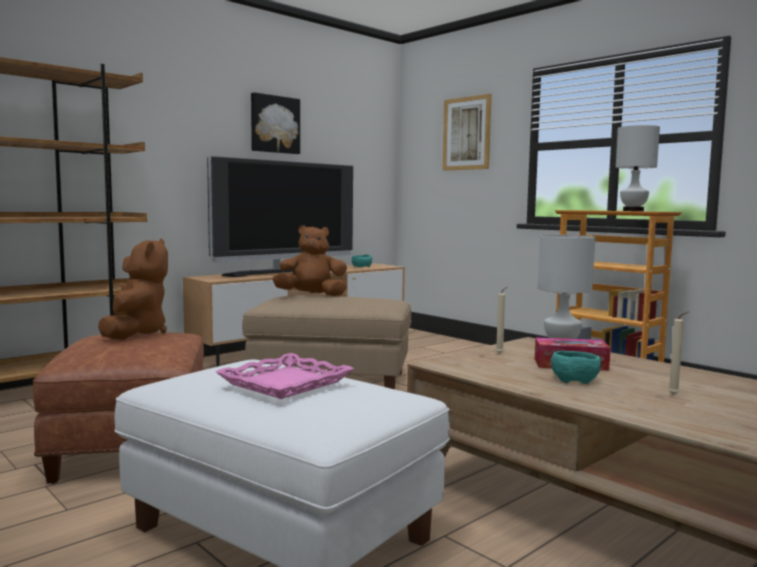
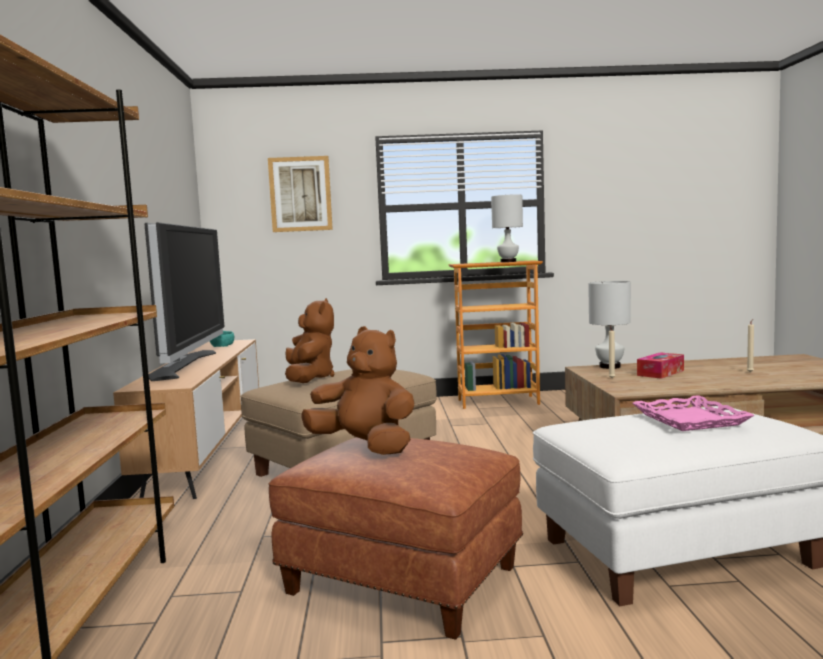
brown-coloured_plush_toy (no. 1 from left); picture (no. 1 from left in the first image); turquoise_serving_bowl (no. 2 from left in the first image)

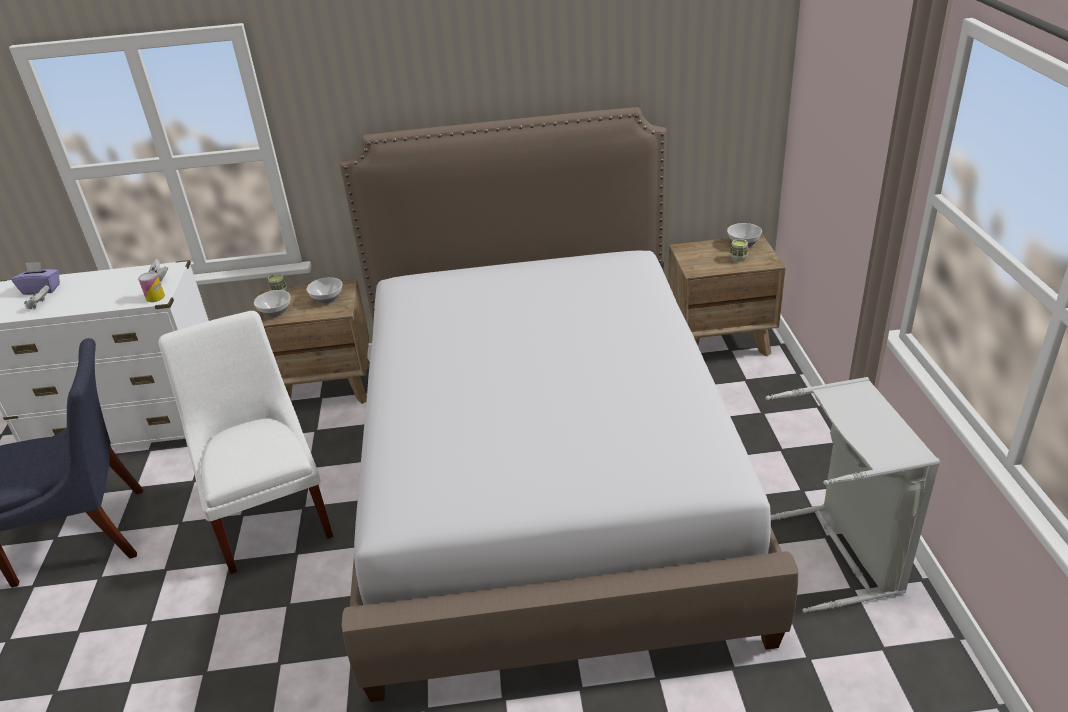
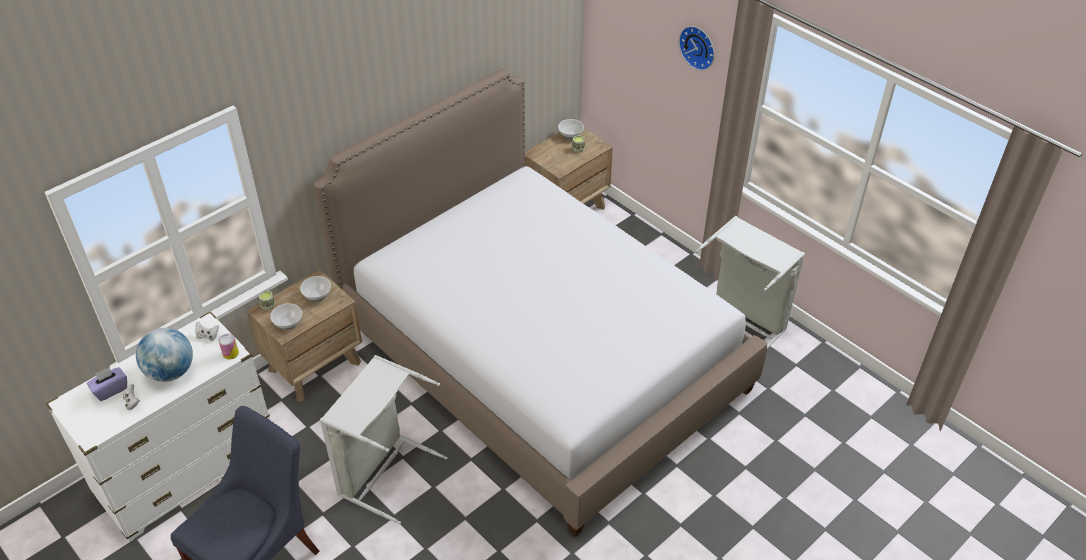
world_globe; grey_washing_basket (no. 1 from left); wall_clock

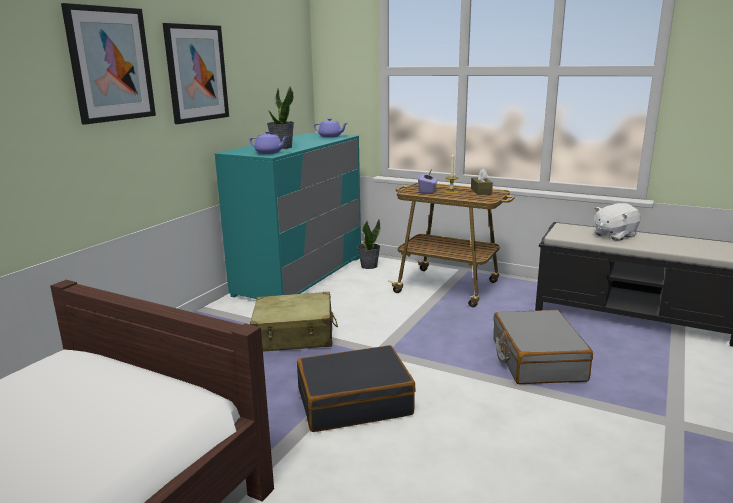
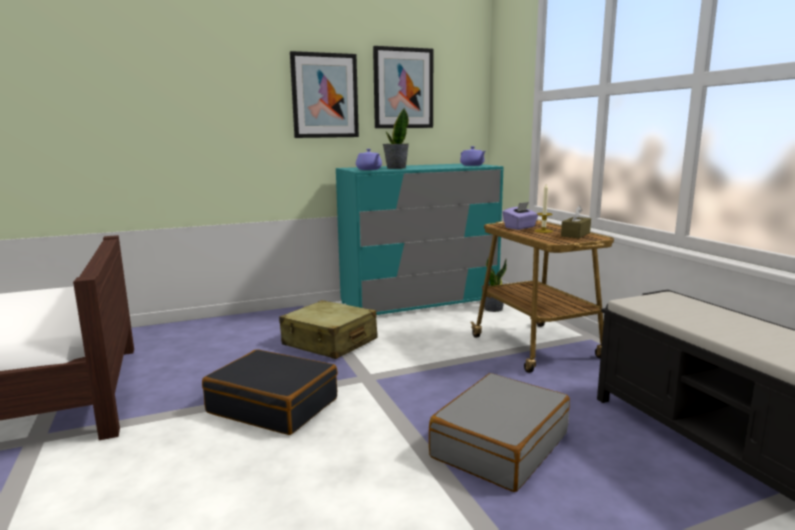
picture (no. 2 from left); white-coloured_plush_toy

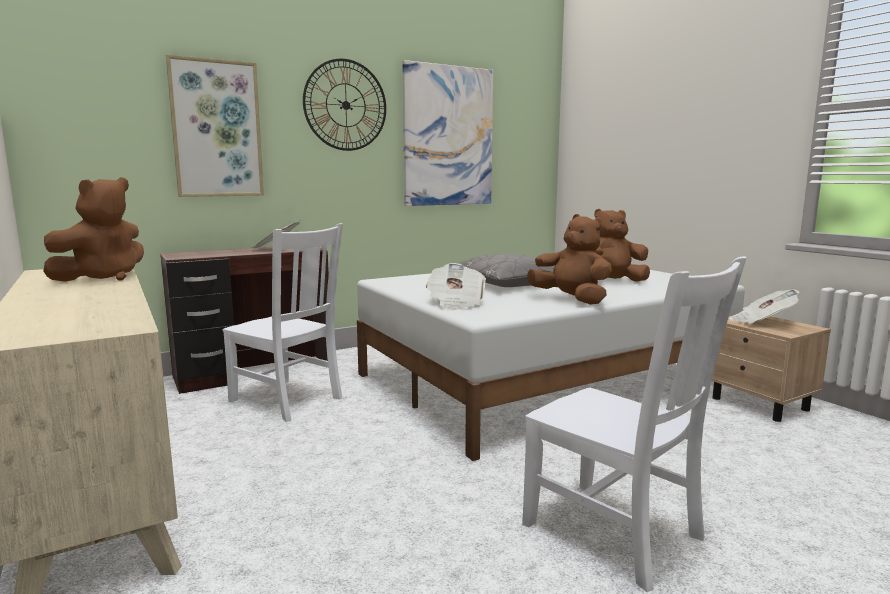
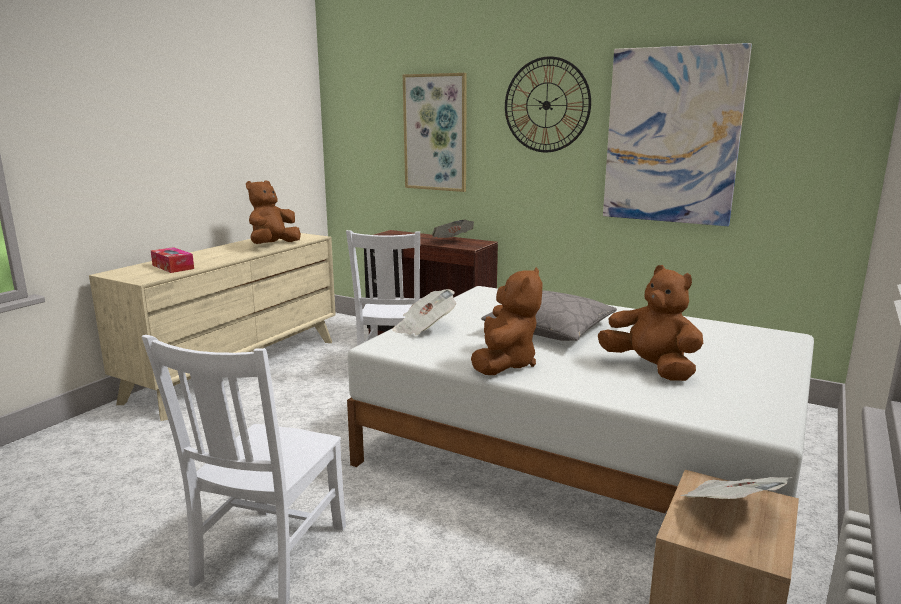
tissue_box; brown-coloured_plush_toy (no. 1 from left)

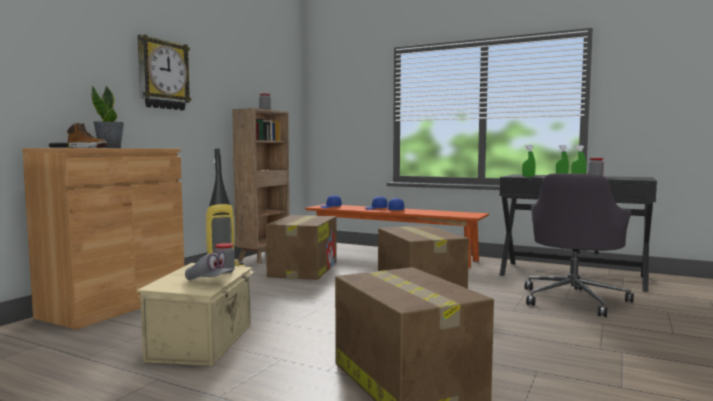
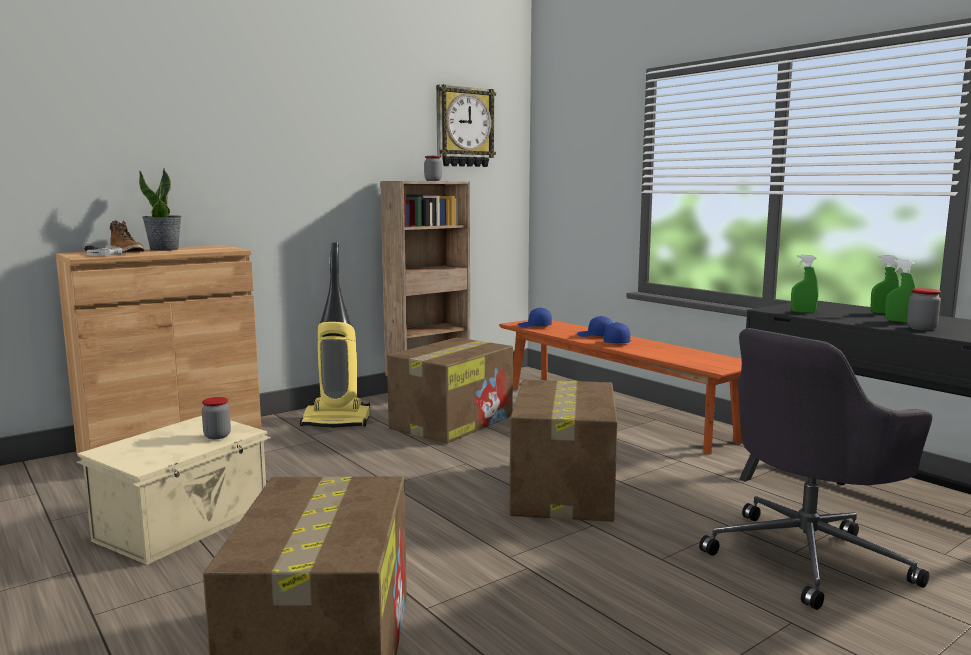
wall_clock; grey_peaked_cap

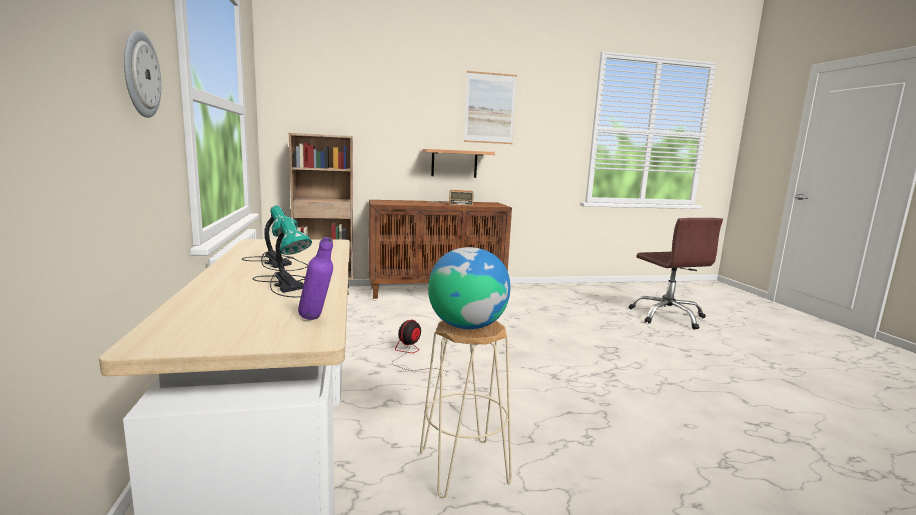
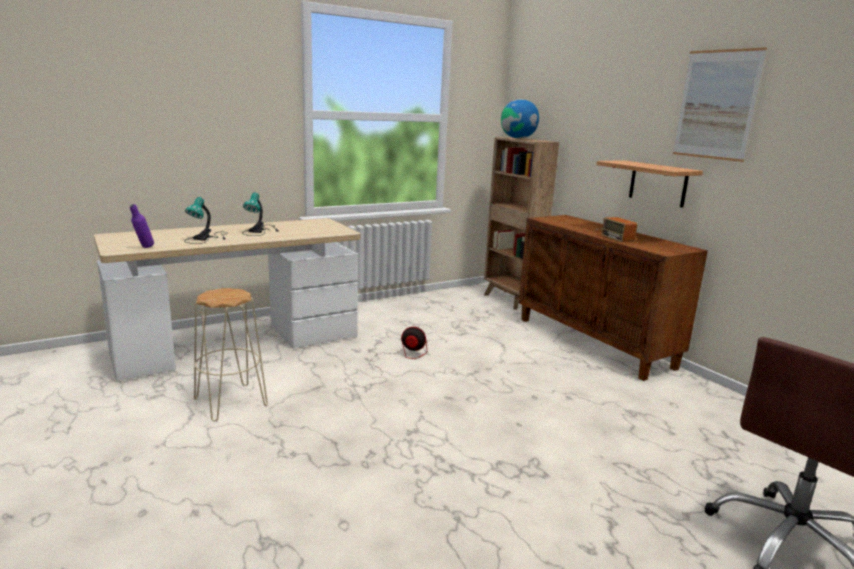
world_globe; wall_clock

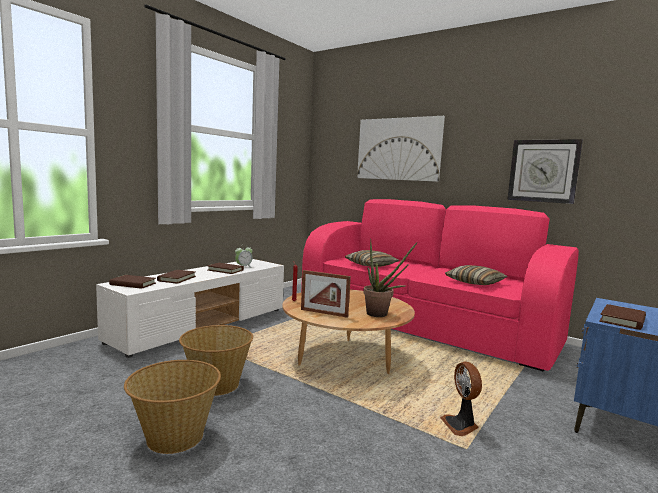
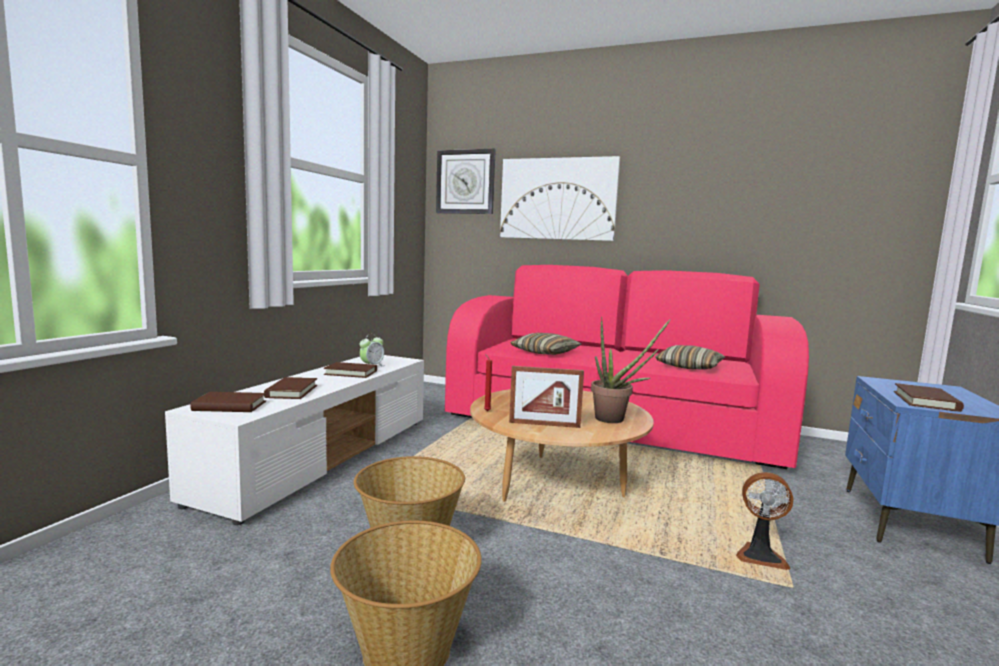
wall_clock; fan

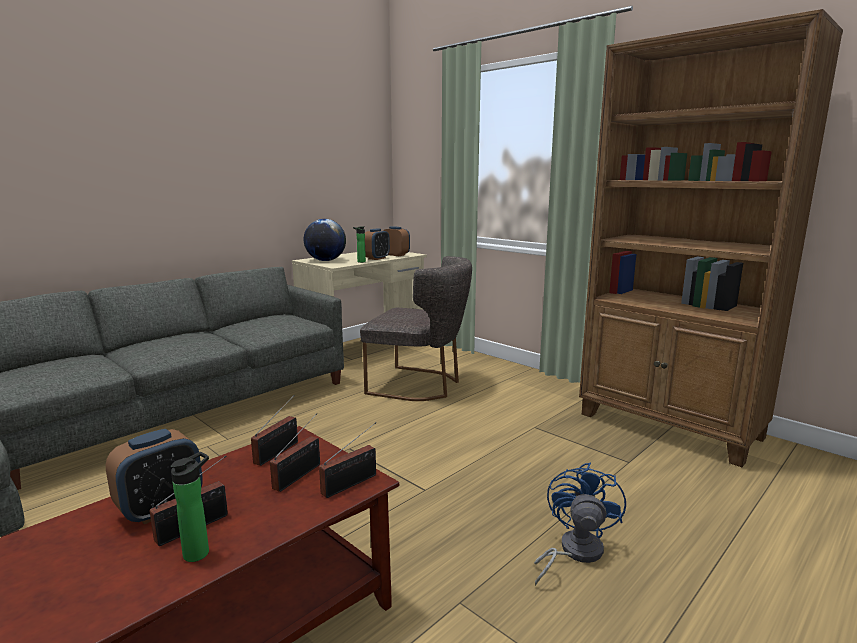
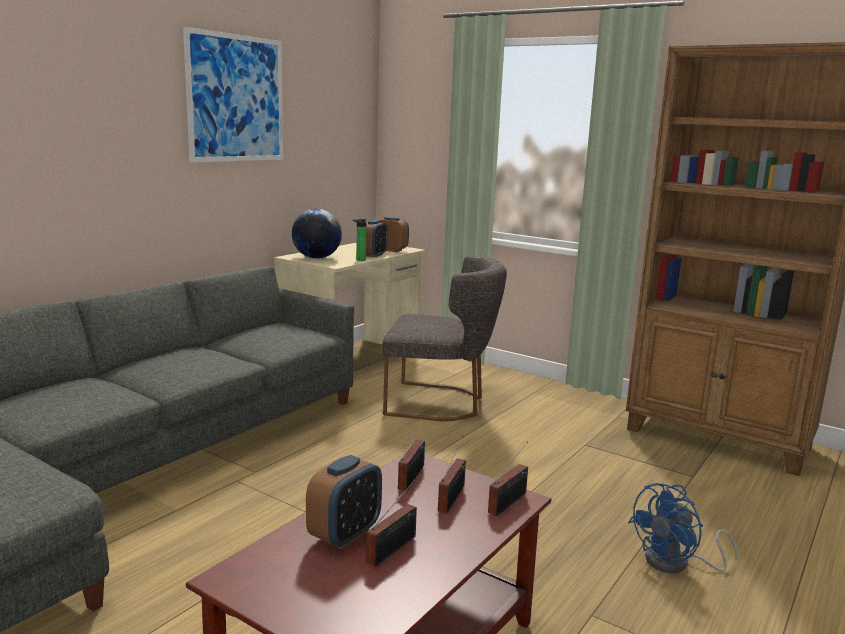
picture; blue_fan; drink_bottle (no. 1 from left in the first image)

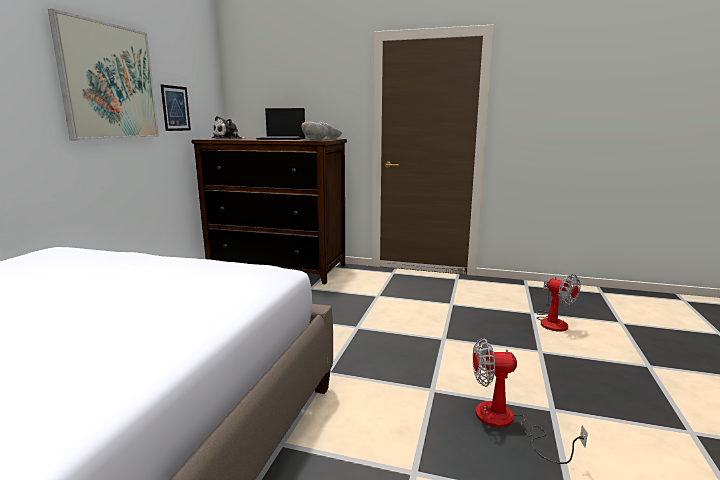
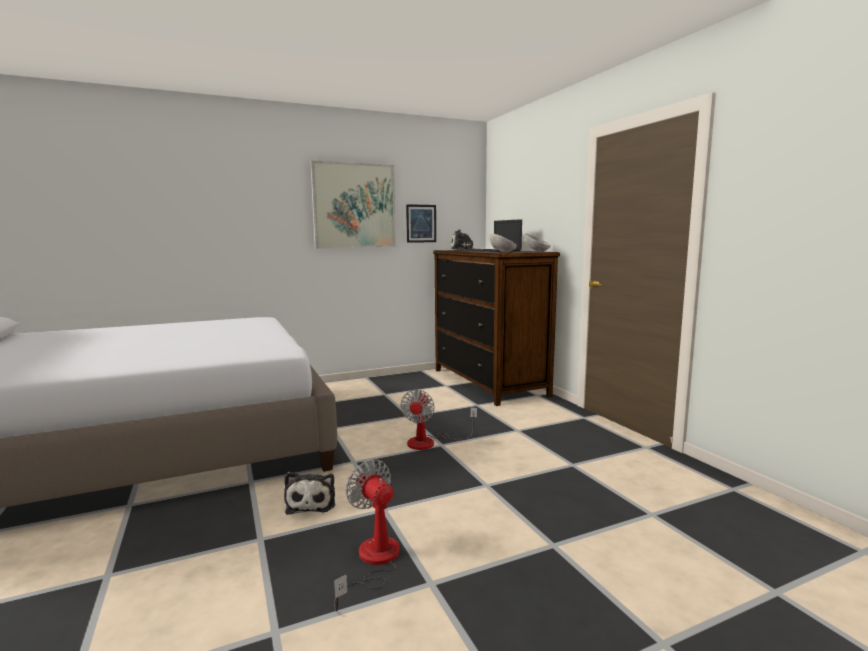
plush_toy (no. 1 from left); fan (no. 2 from left)

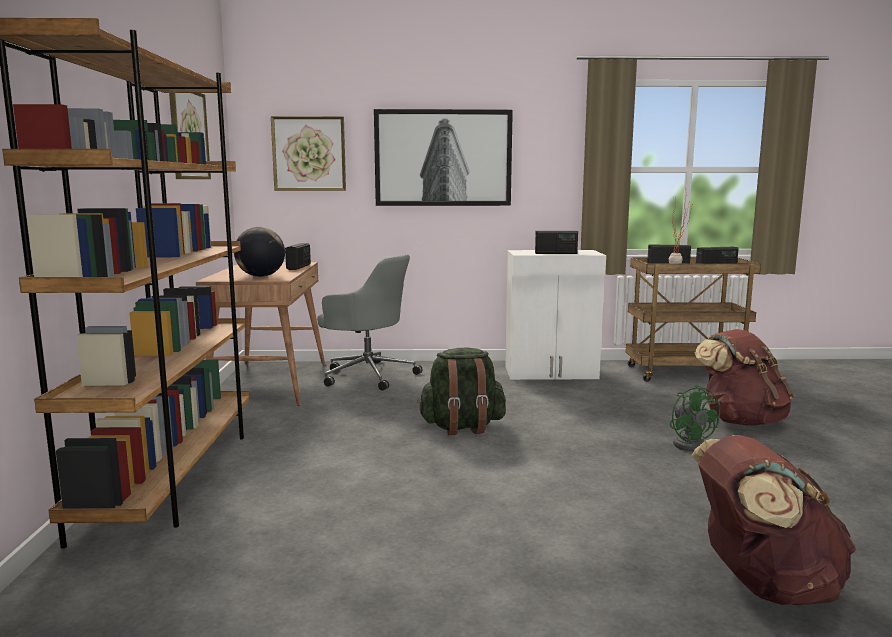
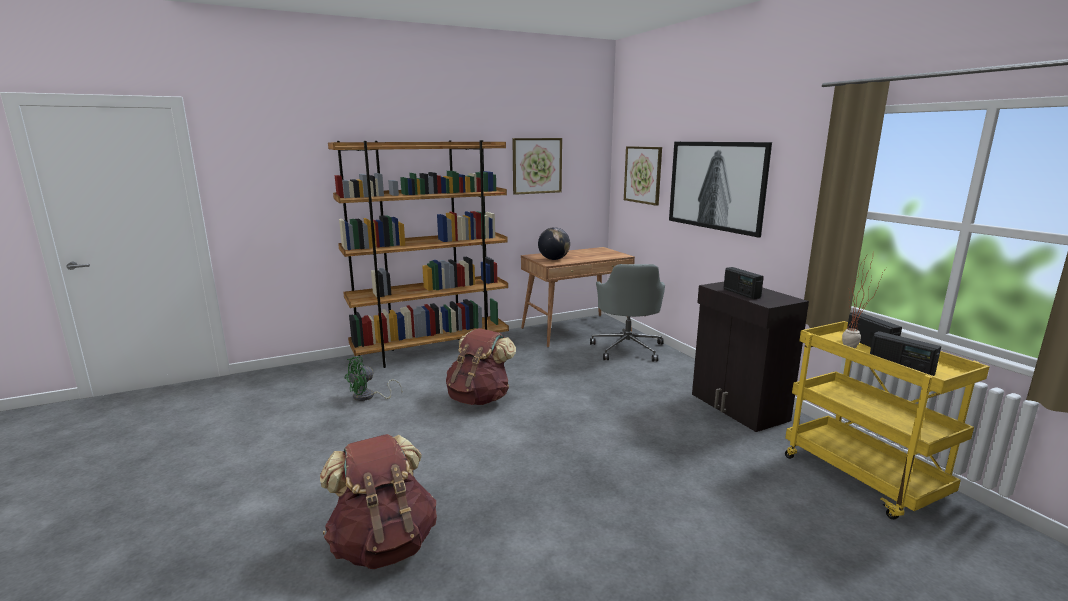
green_fan; brown-coloured_rucksack (no. 2 from left); black-coloured_cabinet; yellow-coloured_trolley; radio_receiver (no. 1 from left in the first image); green_rucksack

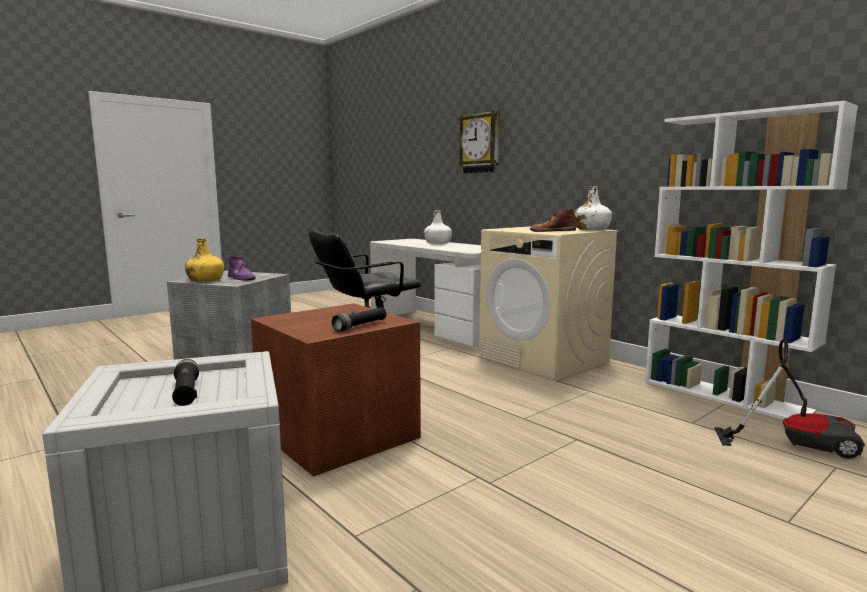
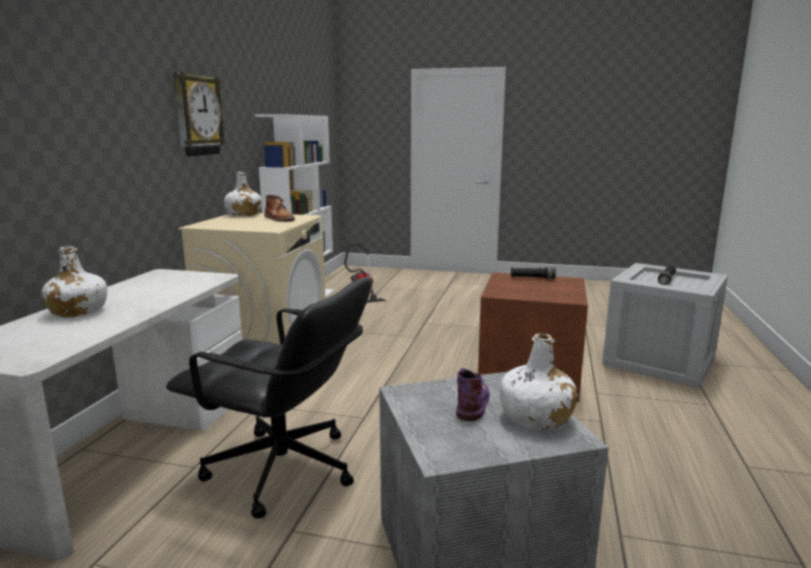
wall_clock; white-coloured_drink_bottle (no. 3 from left)

